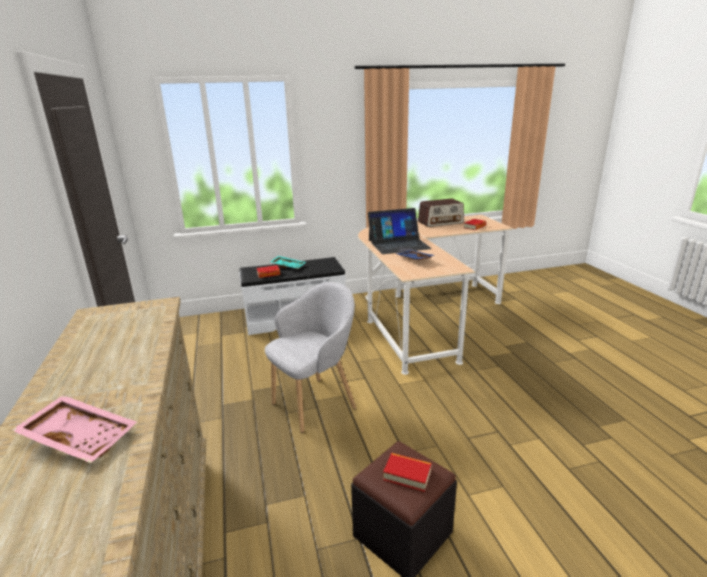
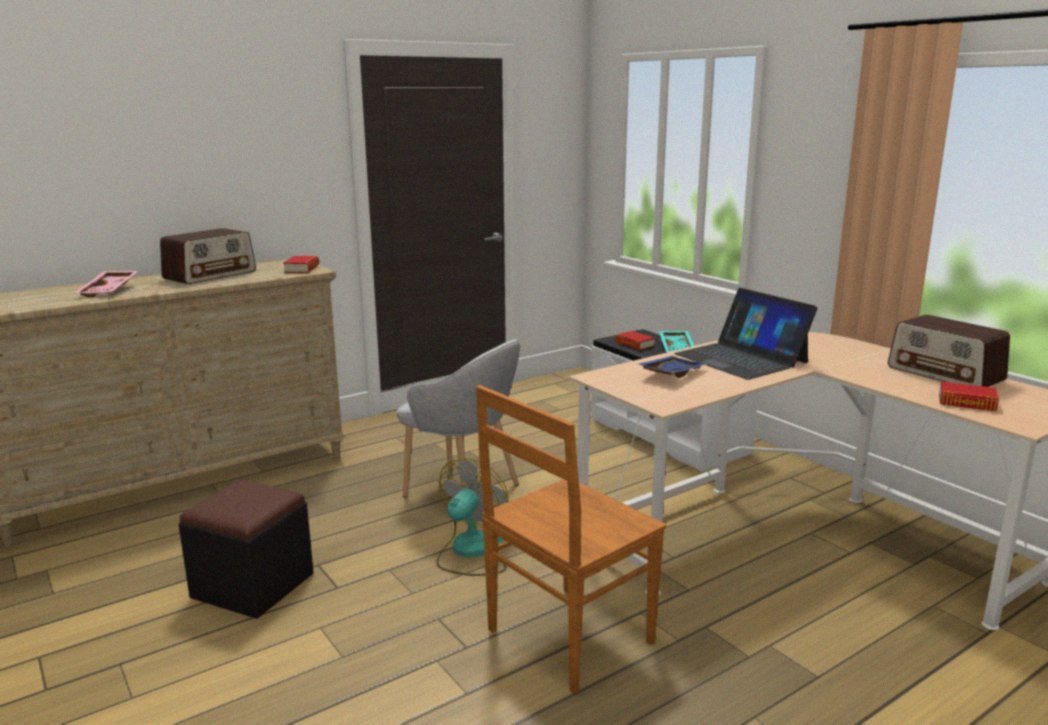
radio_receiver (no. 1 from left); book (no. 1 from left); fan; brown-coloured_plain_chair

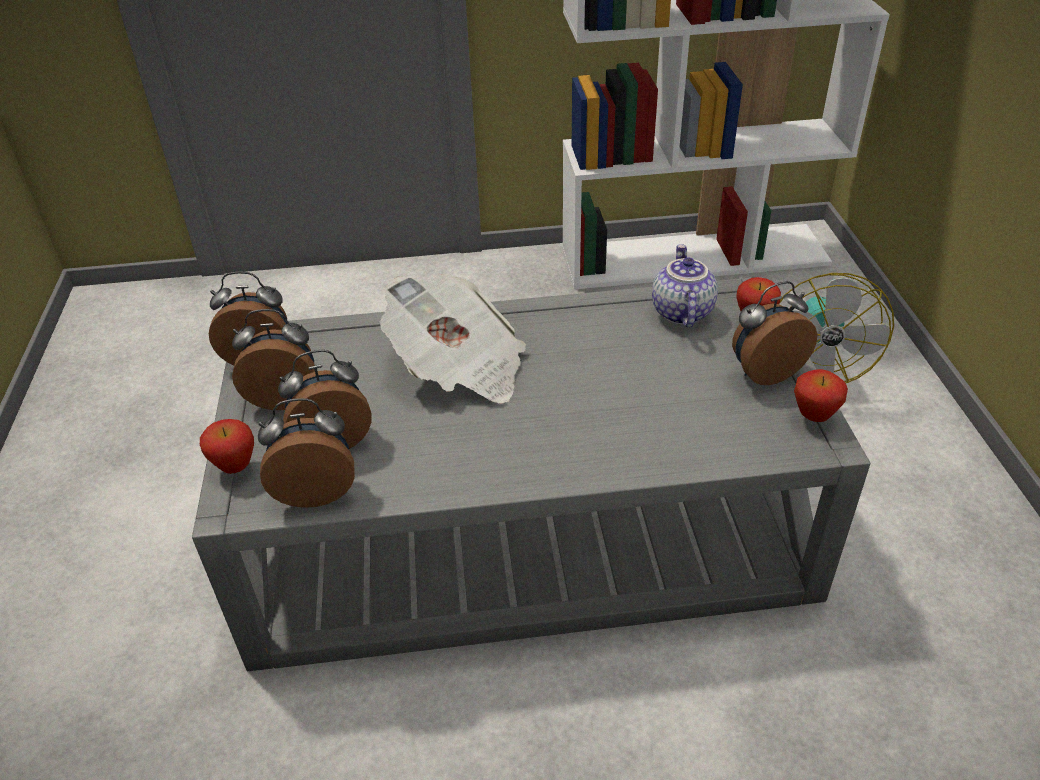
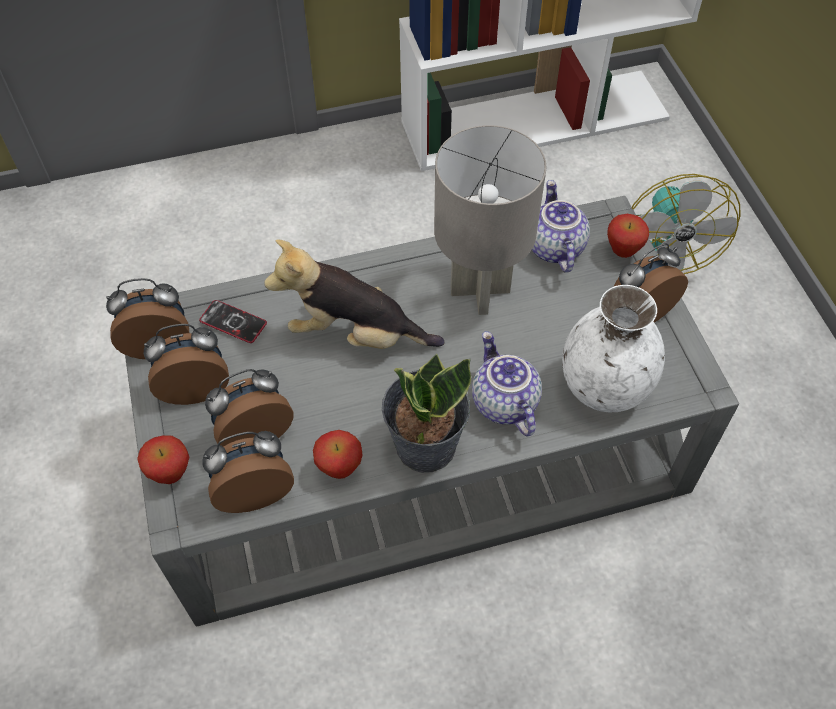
phone; plush_toy; apple (no. 2 from left); plant_in_a_pot; grey_lamp_for_a_table; tea_pot (no. 1 from left); white-coloured_flower_vase

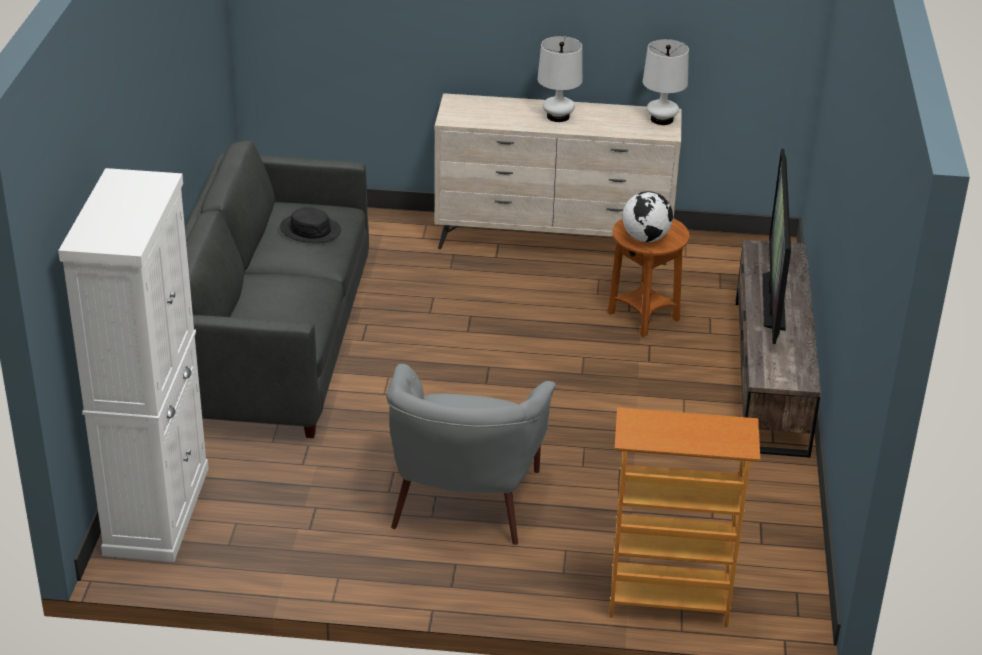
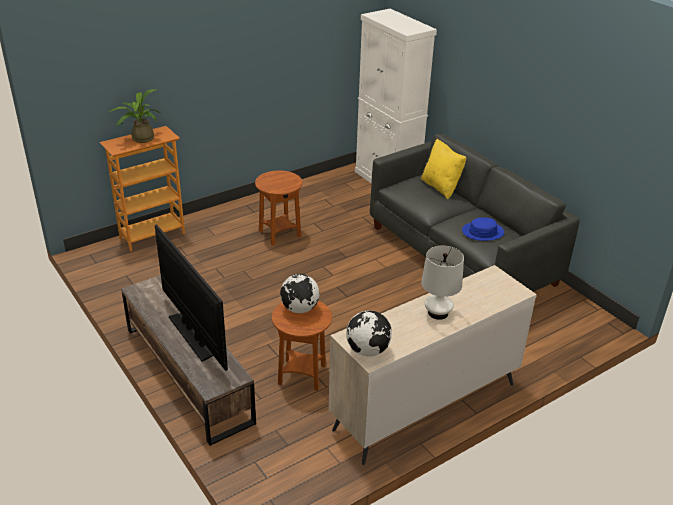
plant_in_a_pot; brown-coloured_accent_table (no. 1 from left); world_globe (no. 2 from left); yellow-coloured_pillow; blue_clothing_hat

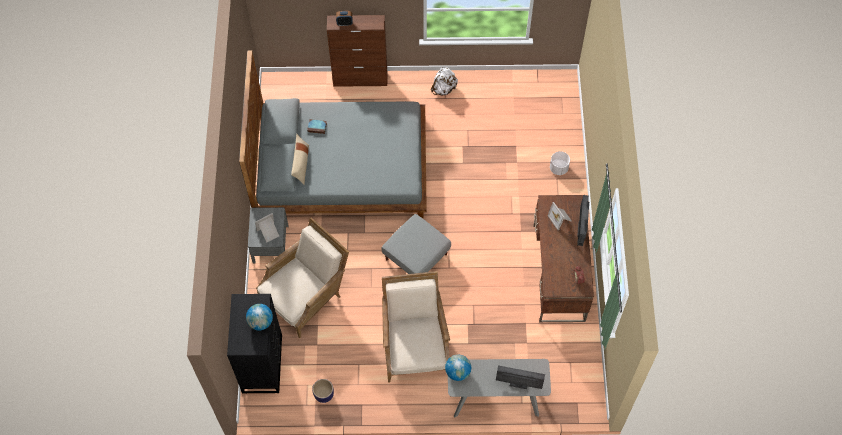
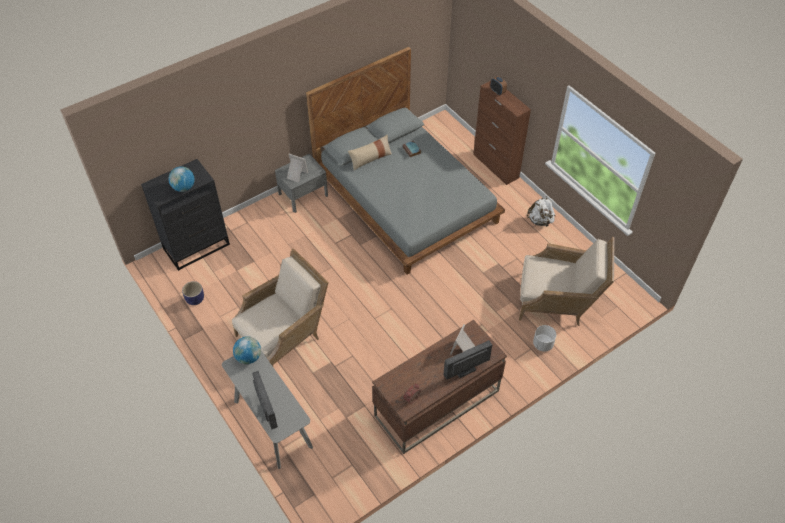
beige_armchair (no. 2 from left); grey_footrest

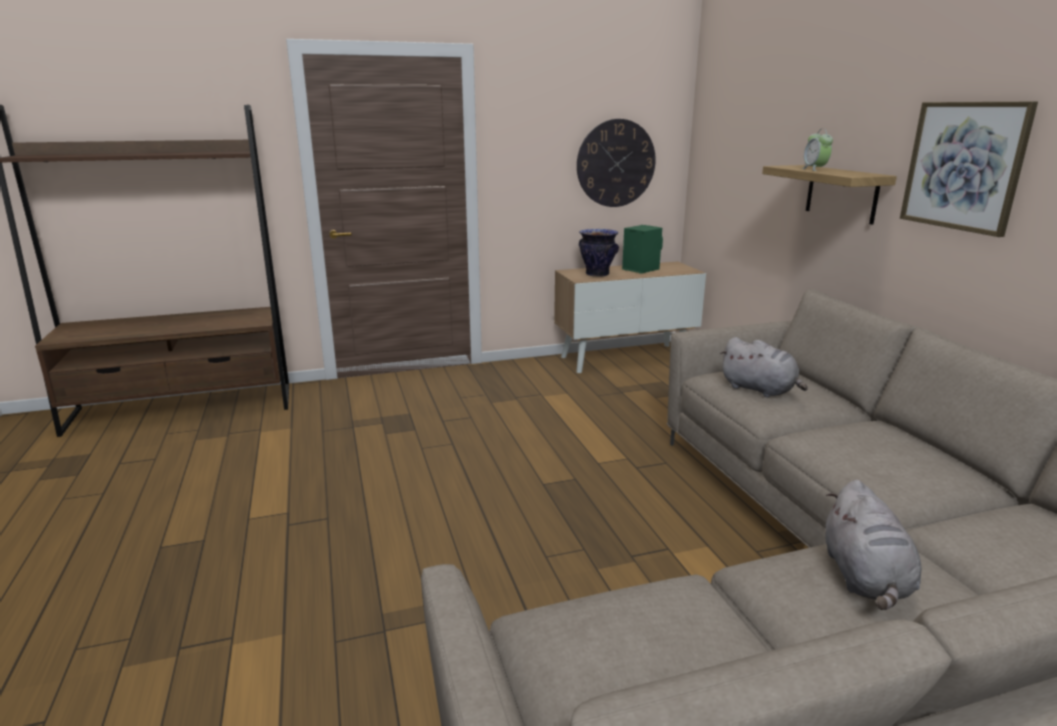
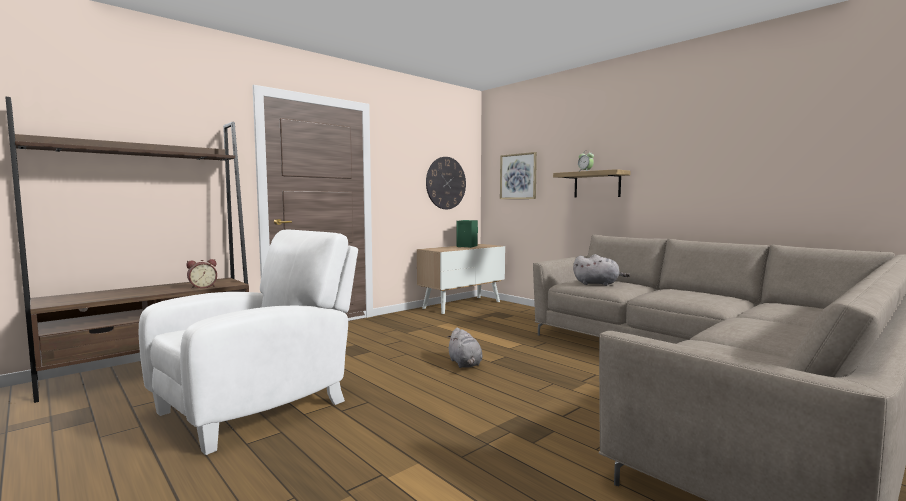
white-coloured_armchair; bedside_clock (no. 1 from left); grey_plush_toy (no. 1 from left); picture; flower_vase

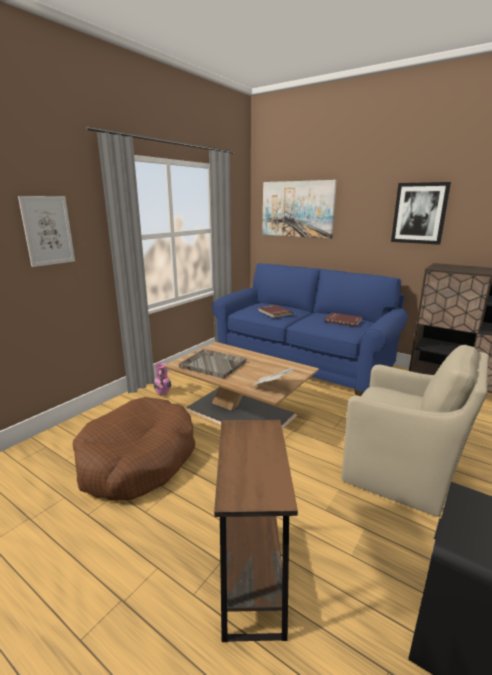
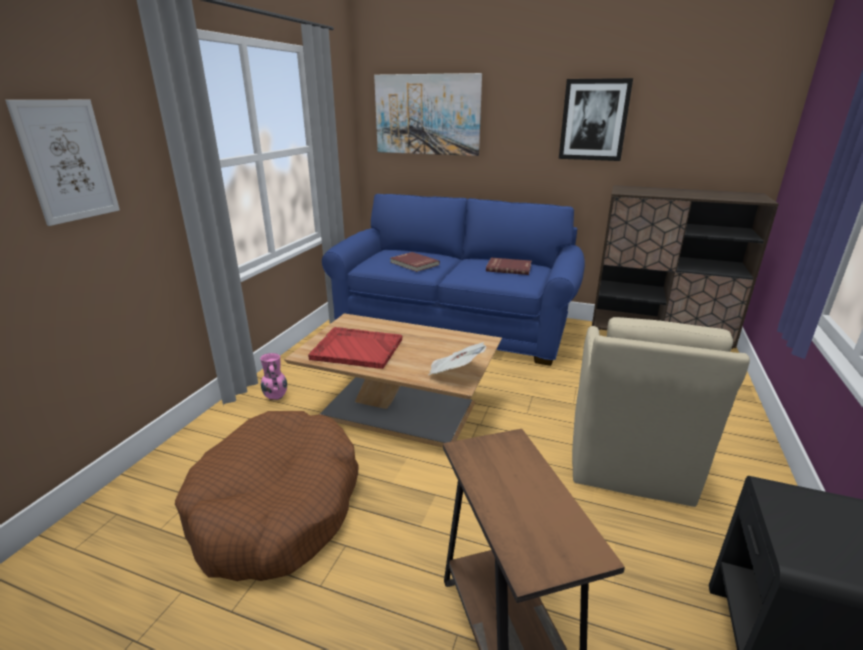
reddish_serving_tray; beige_armchair

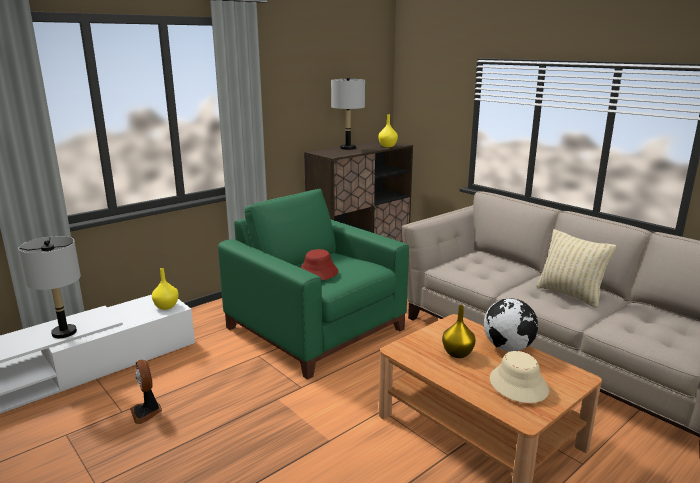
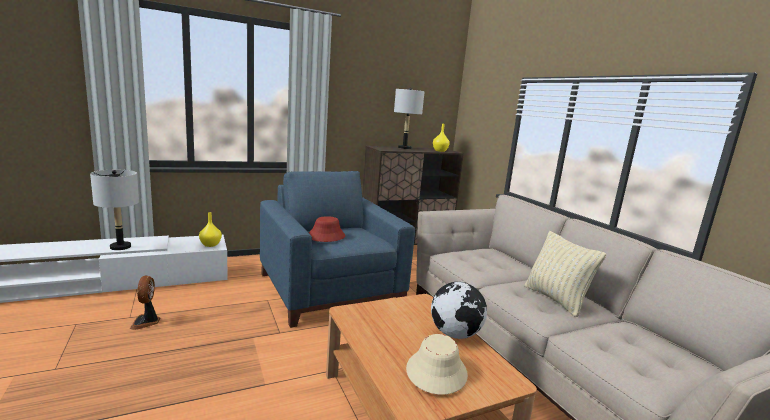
blue_armchair; yellow-coloured_flower_vase (no. 3 from left in the first image)

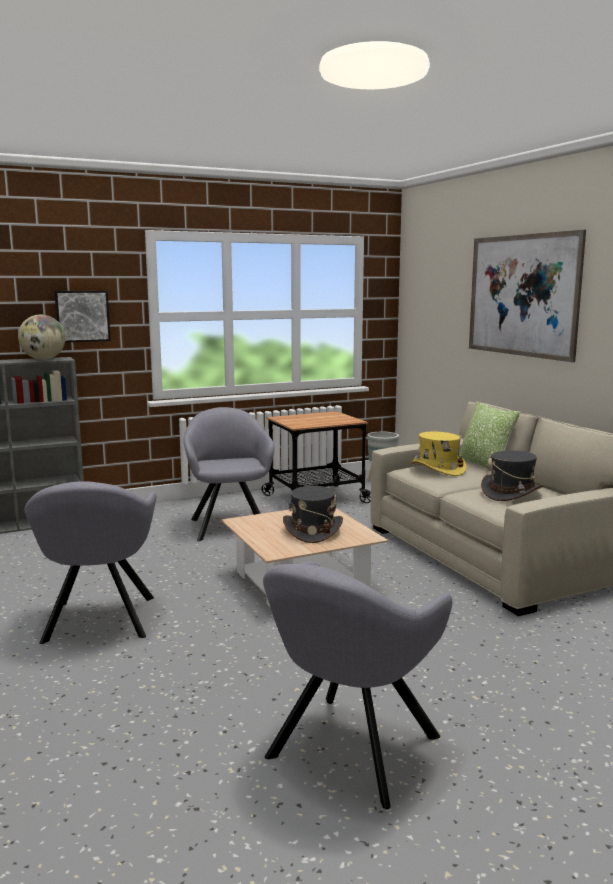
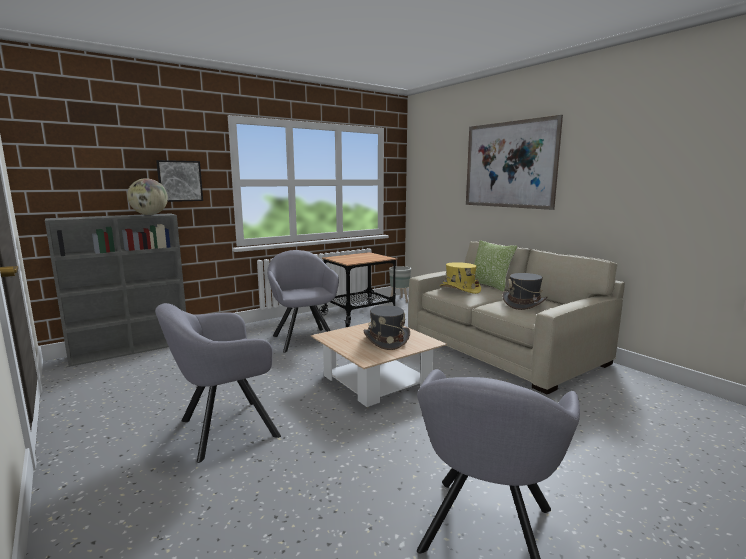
grey_armchair (no. 1 from left)

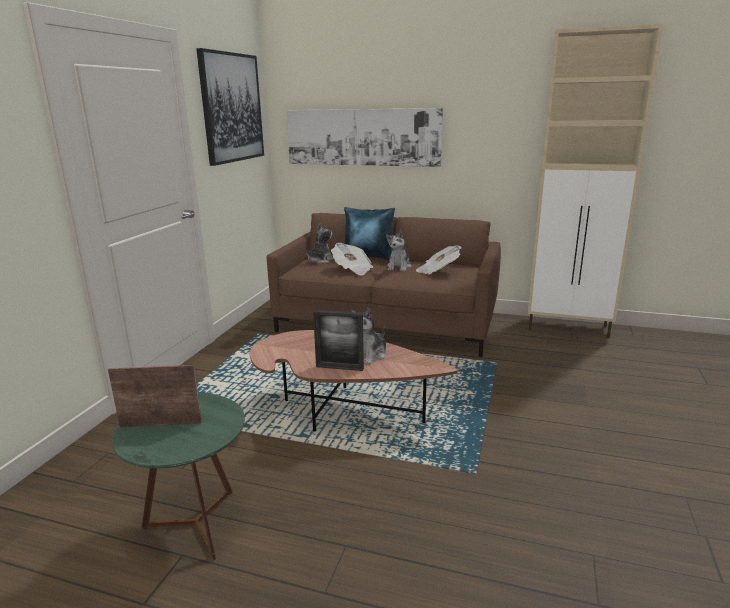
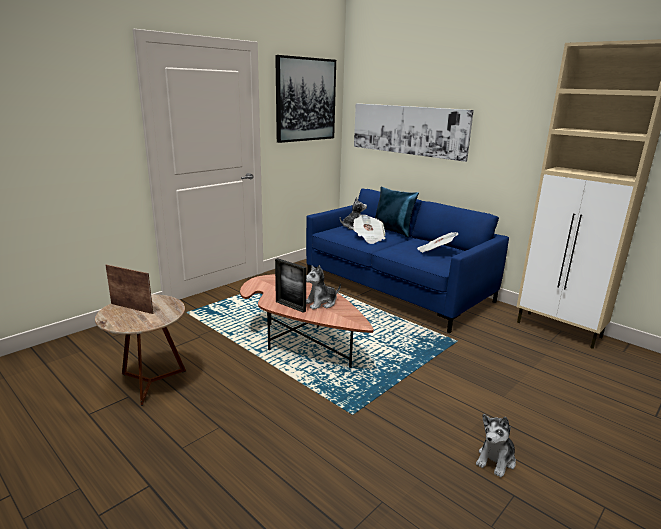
brown-coloured_accent_table; blue_sofa; plush_toy (no. 3 from left)

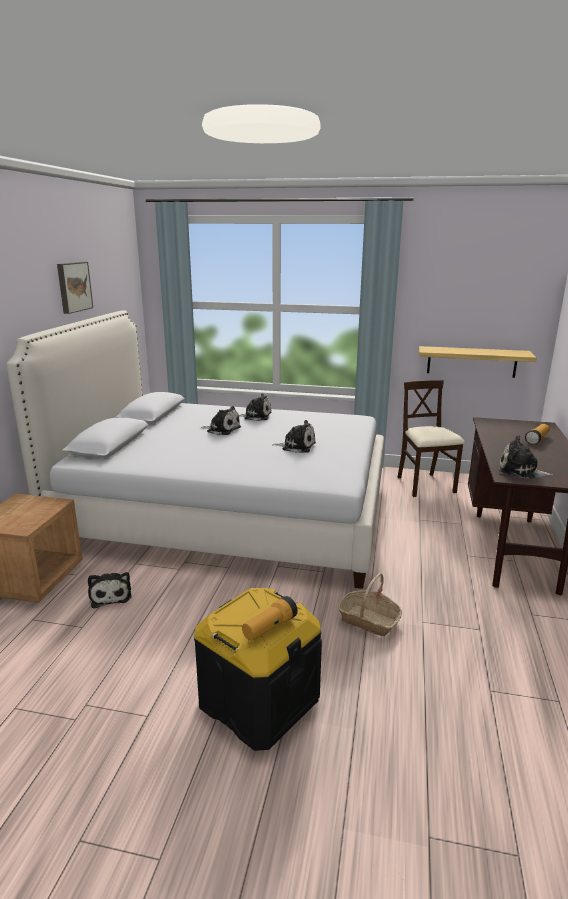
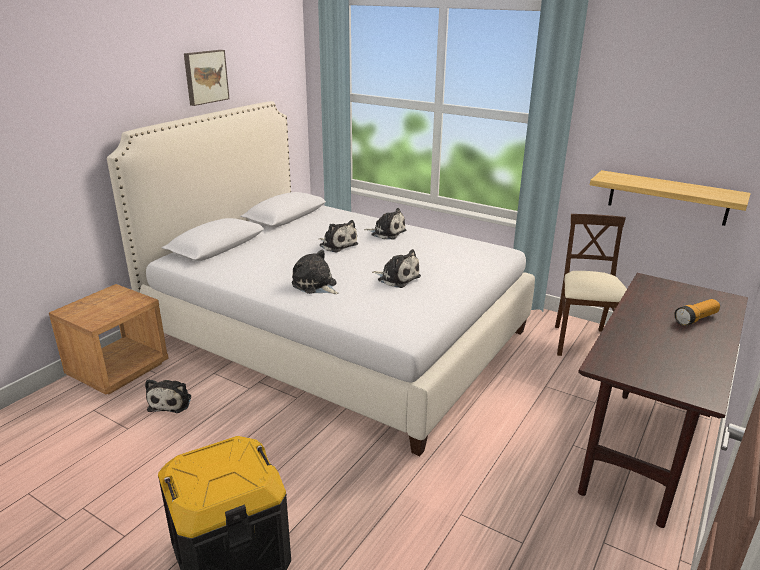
plush_toy (no. 2 from left); hand_torch (no. 1 from left in the first image); storage_basket

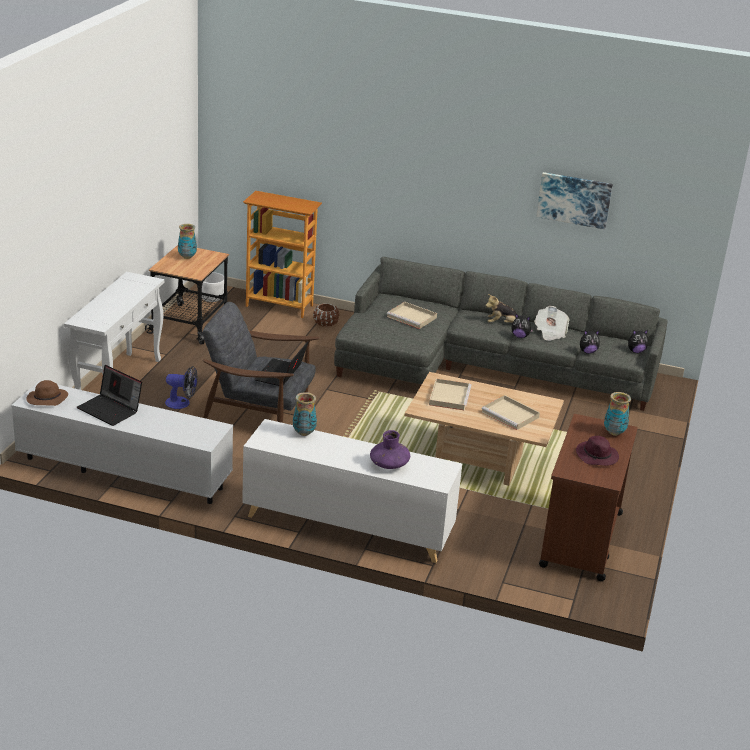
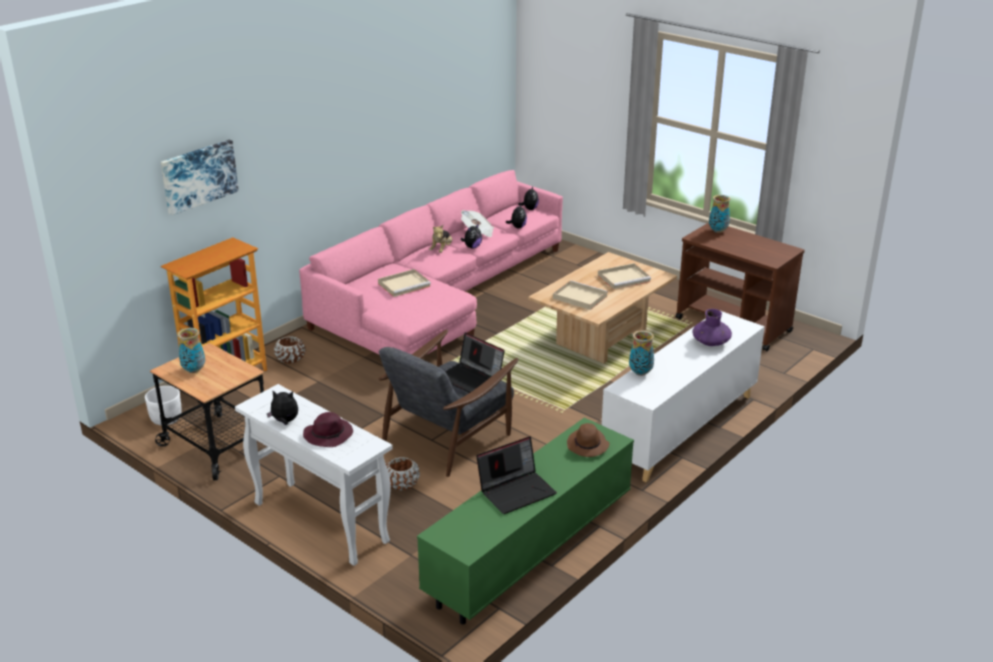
picture; plush_toy (no. 1 from left); pink_sofa; purple_clothing_hat; brown-coloured_flower_pot (no. 2 from left); green_media_console; brown-coloured_clothing_hat

